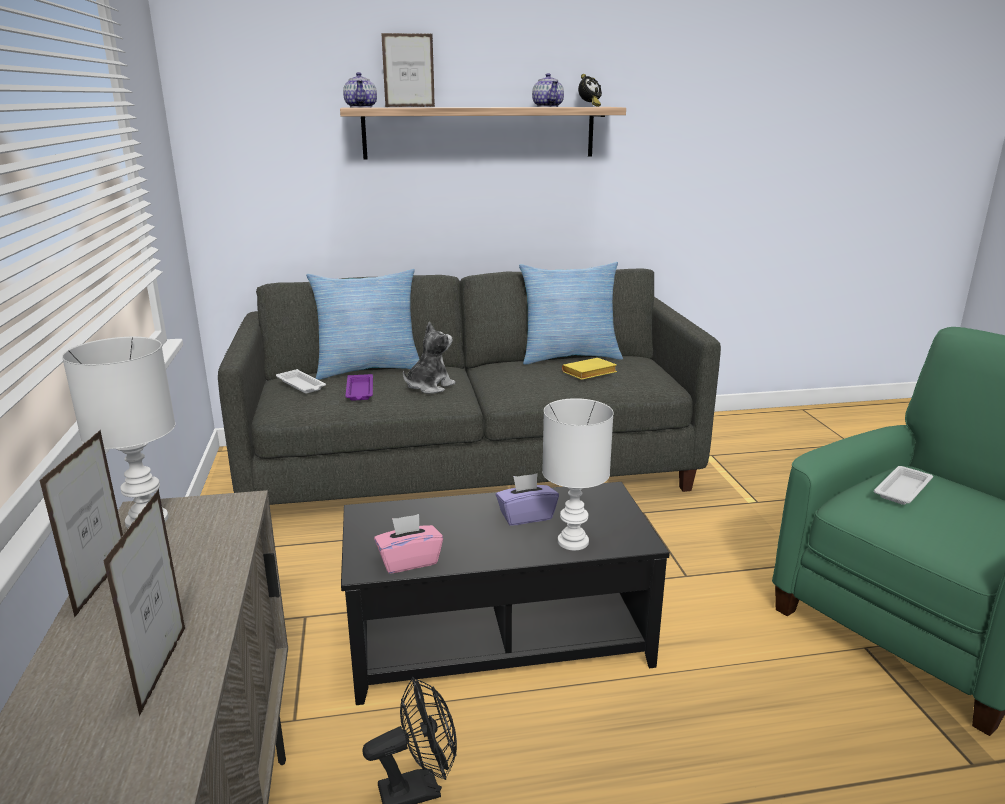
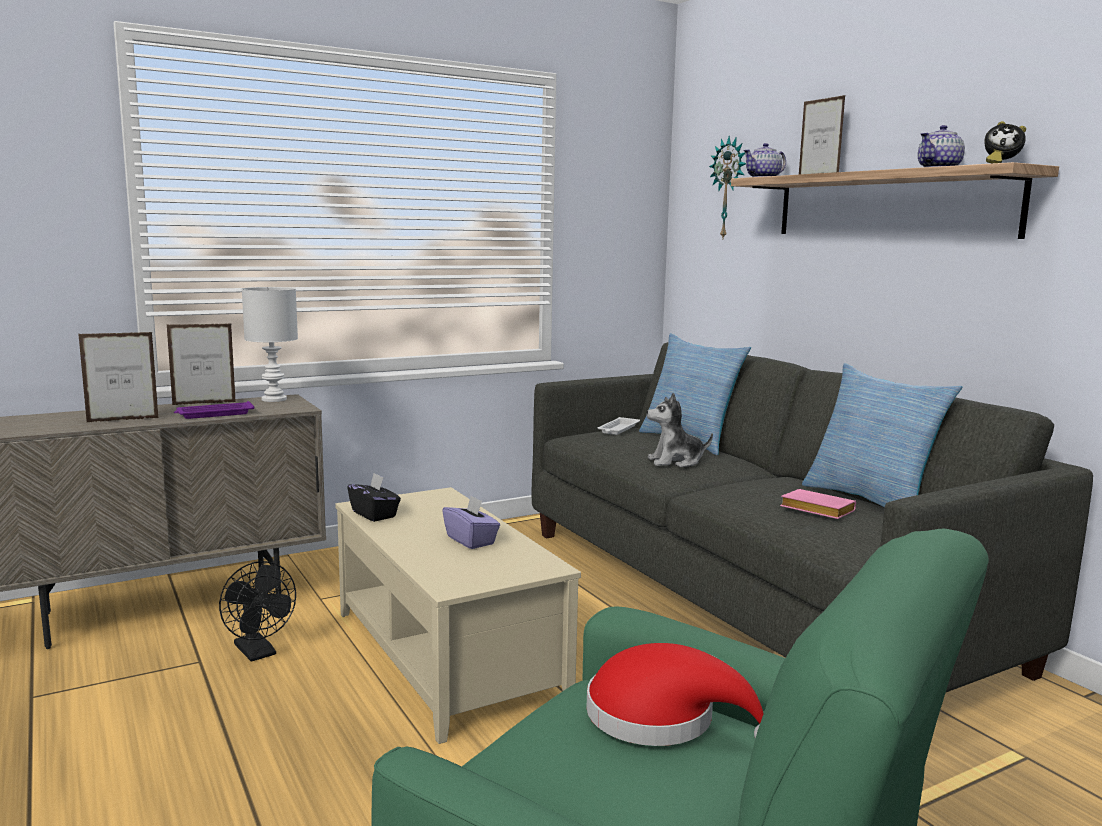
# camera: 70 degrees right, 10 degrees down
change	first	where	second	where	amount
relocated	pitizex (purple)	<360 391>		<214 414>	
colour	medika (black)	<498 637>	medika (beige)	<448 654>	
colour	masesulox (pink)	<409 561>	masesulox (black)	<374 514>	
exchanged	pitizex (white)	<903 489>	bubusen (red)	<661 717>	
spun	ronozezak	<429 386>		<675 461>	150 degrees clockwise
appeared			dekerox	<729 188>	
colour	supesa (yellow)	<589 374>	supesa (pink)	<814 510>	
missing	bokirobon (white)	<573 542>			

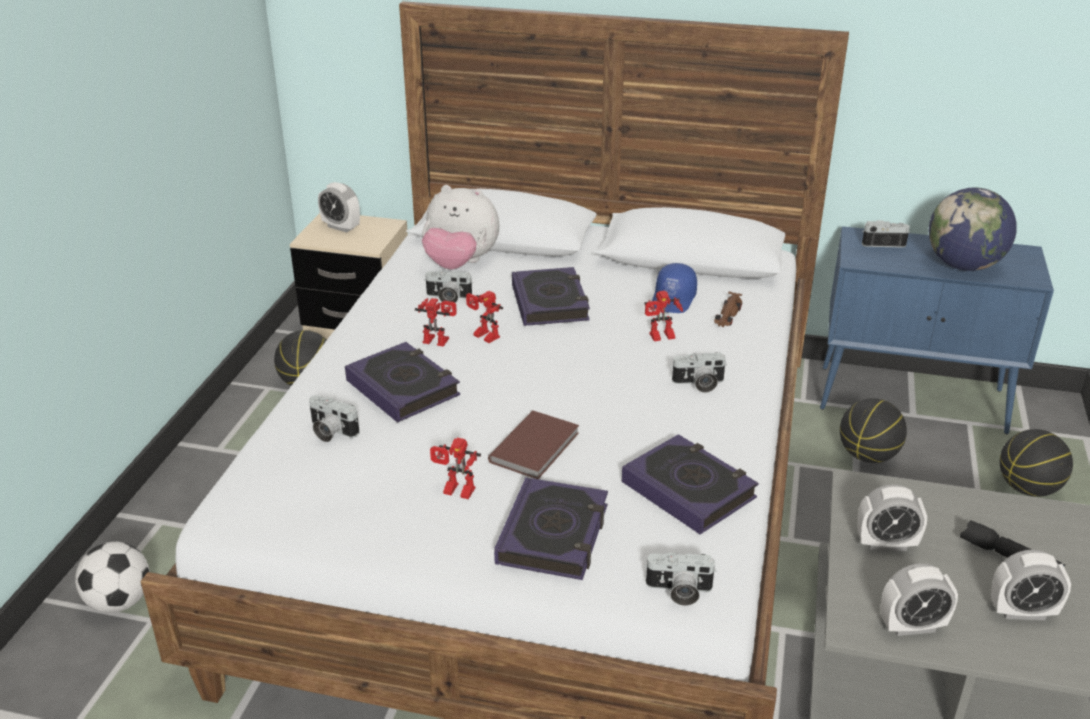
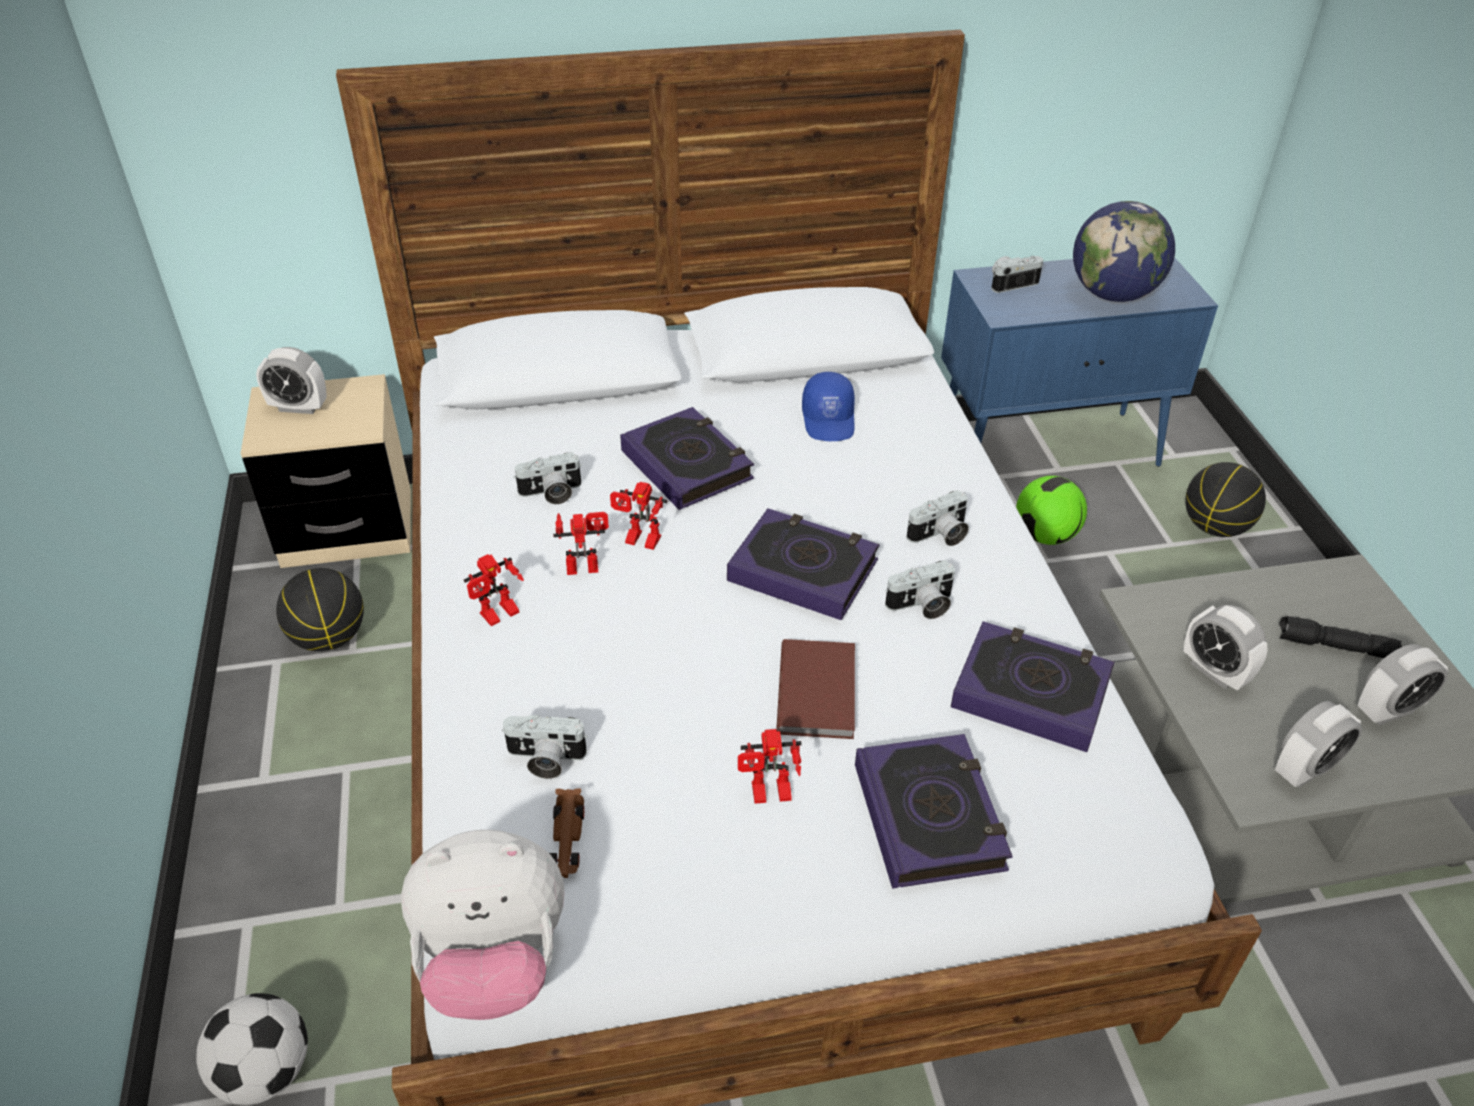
# camera: 25 degrees left, 10 degrees up
change	first	where	second	where	amount
relocated	ronozezak	<460 264>		<494 963>	
relocated	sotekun	<661 338>		<499 617>	
relocated	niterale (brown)	<727 316>		<566 840>	
relocated	supesa	<403 388>		<803 570>	
relocated	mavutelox	<678 591>		<921 606>	
exchanged	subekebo	<868 456>	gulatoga	<1045 535>	
spun	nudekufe	<886 544>		<1214 671>	75 degrees clockwise

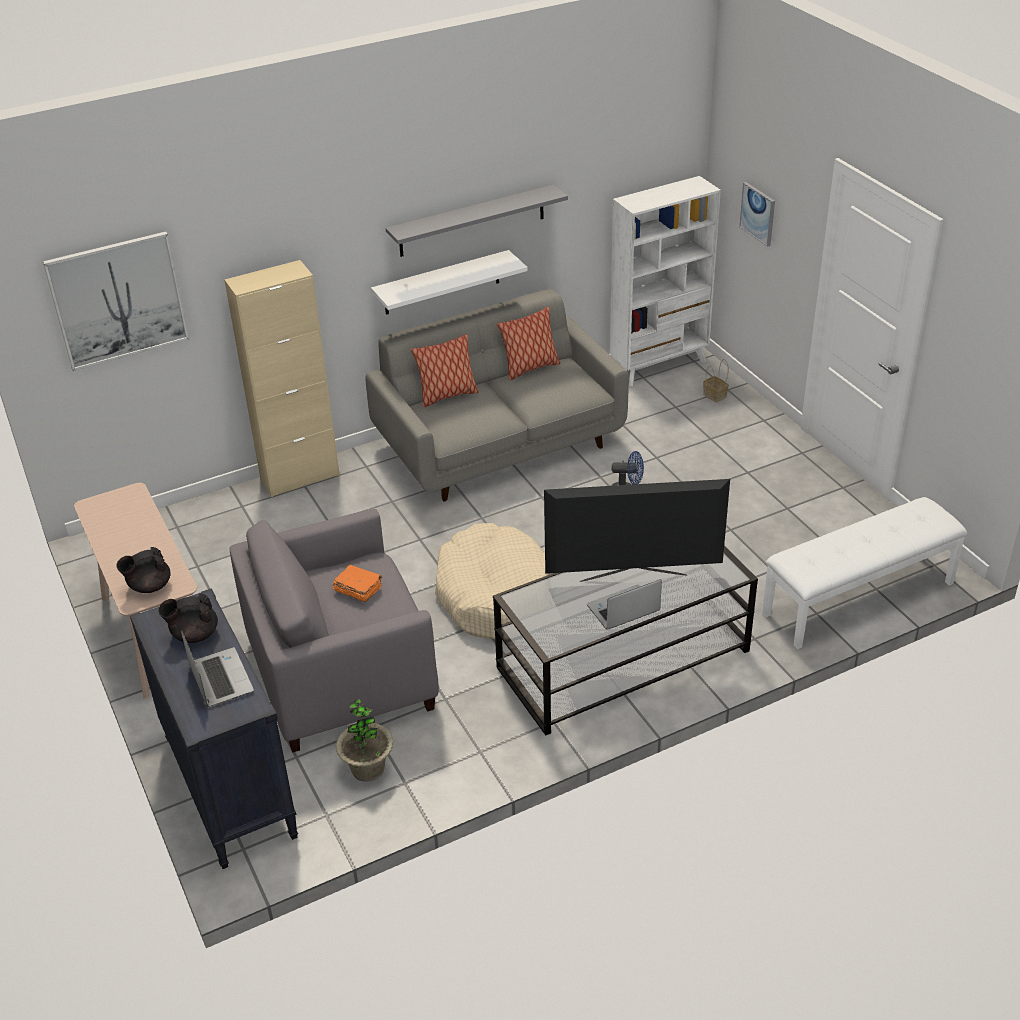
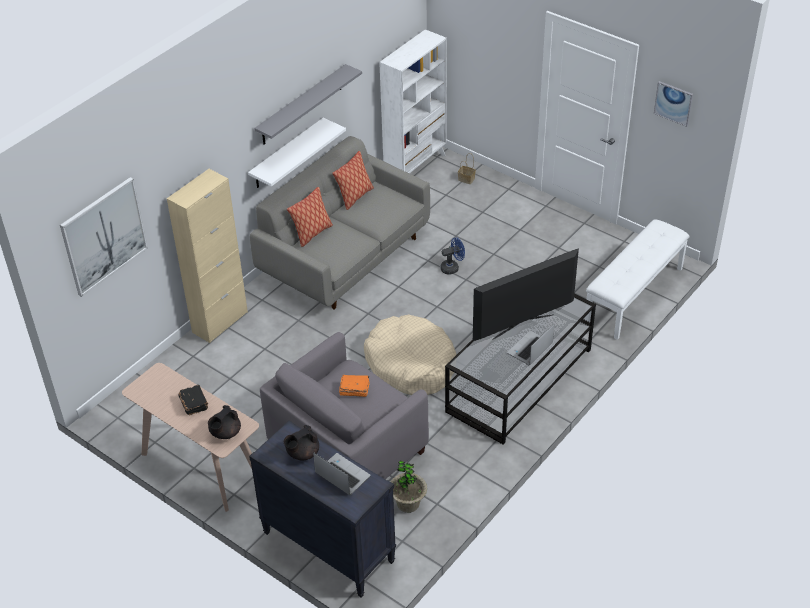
# camera: 25 degrees left, 5 degrees up
change	first	where	second	where	amount
appeared			supesa (black)	<194 403>	
relocated	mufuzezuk	<758 213>		<673 103>	

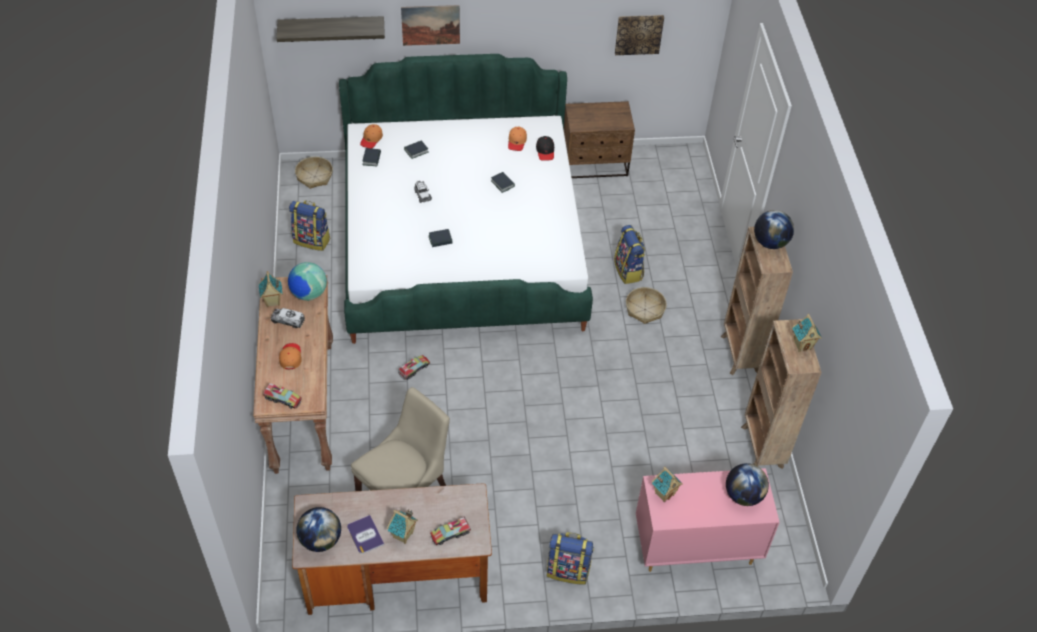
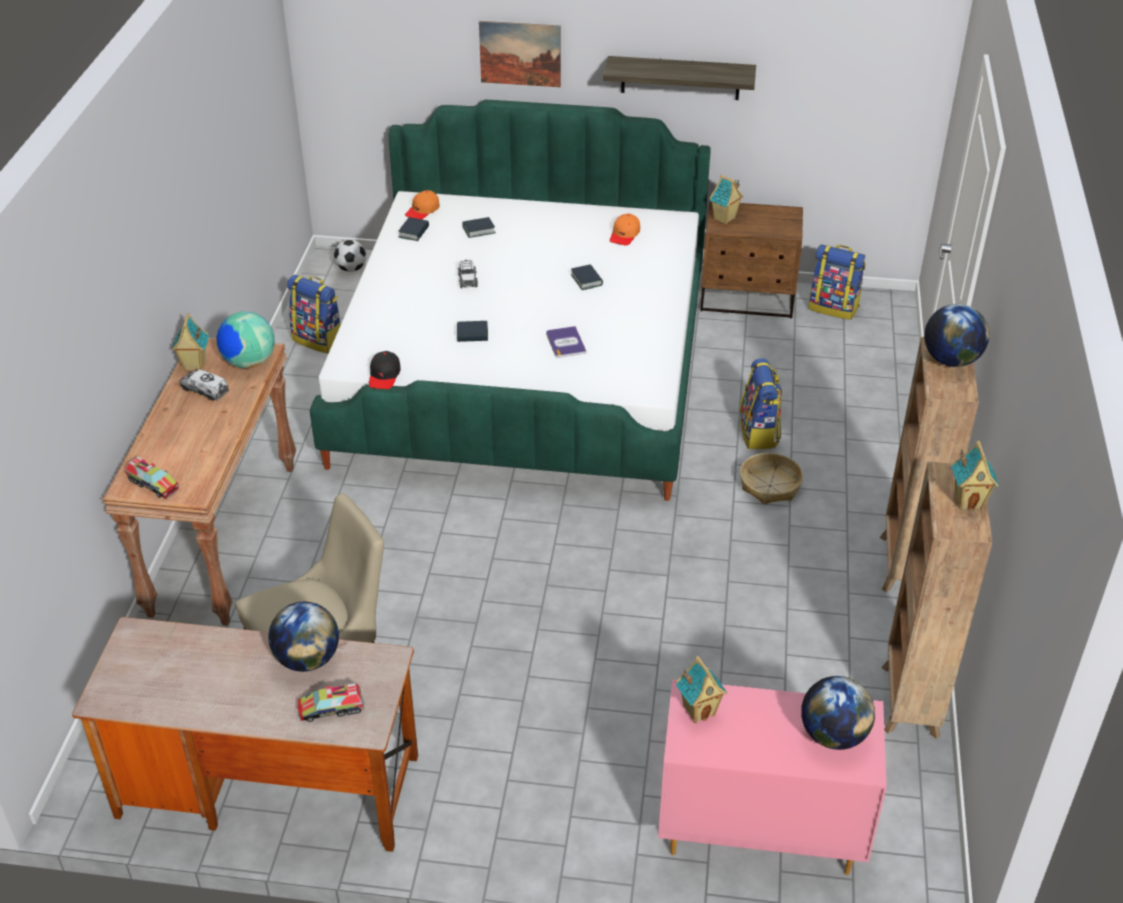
# camera: 15 degrees right, 10 degrees down
change	first	where	second	where	amount
relocated	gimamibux	<321 540>		<307 659>	
exchanged	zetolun	<314 176>	gulatoga	<351 269>	
relocated	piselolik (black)	<545 151>		<384 375>	
relocated	supesa	<365 535>		<565 343>	
relocated	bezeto	<332 29>		<680 78>	
relocated	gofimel	<403 536>		<724 219>	
relocated	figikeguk	<568 570>		<834 307>	
missing	piselolik (orange)	<290 357>			
missing	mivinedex	<414 369>			
missing	mufuzezuk	<638 34>			

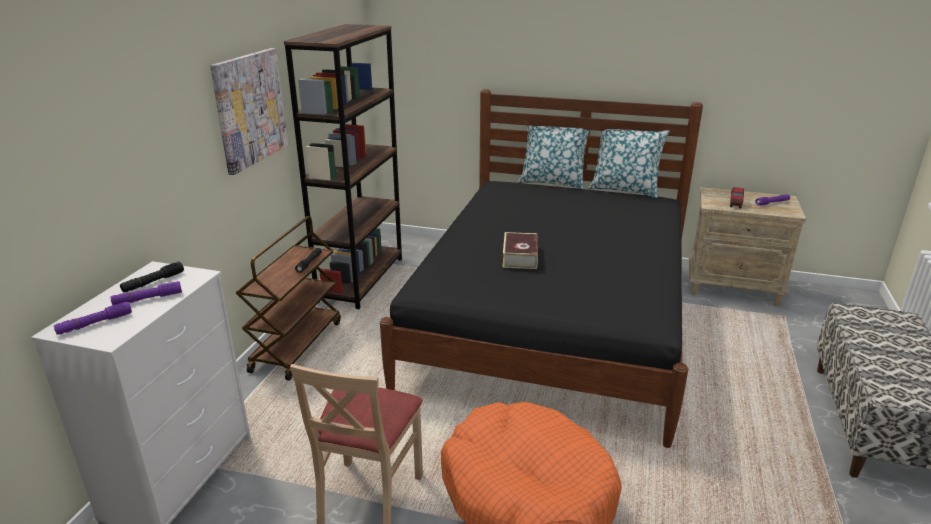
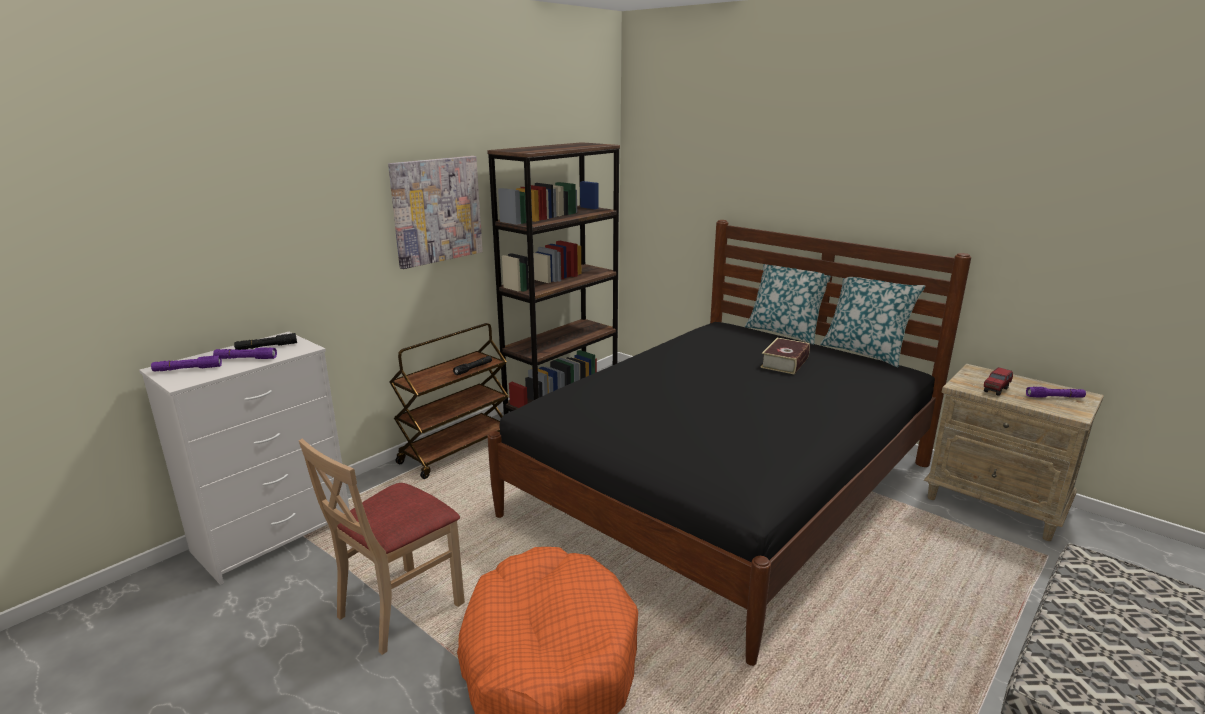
# camera: 25 degrees right, 5 degrees down
change	first	where	second	where	amount
relocated	supesa	<520 257>		<785 362>	

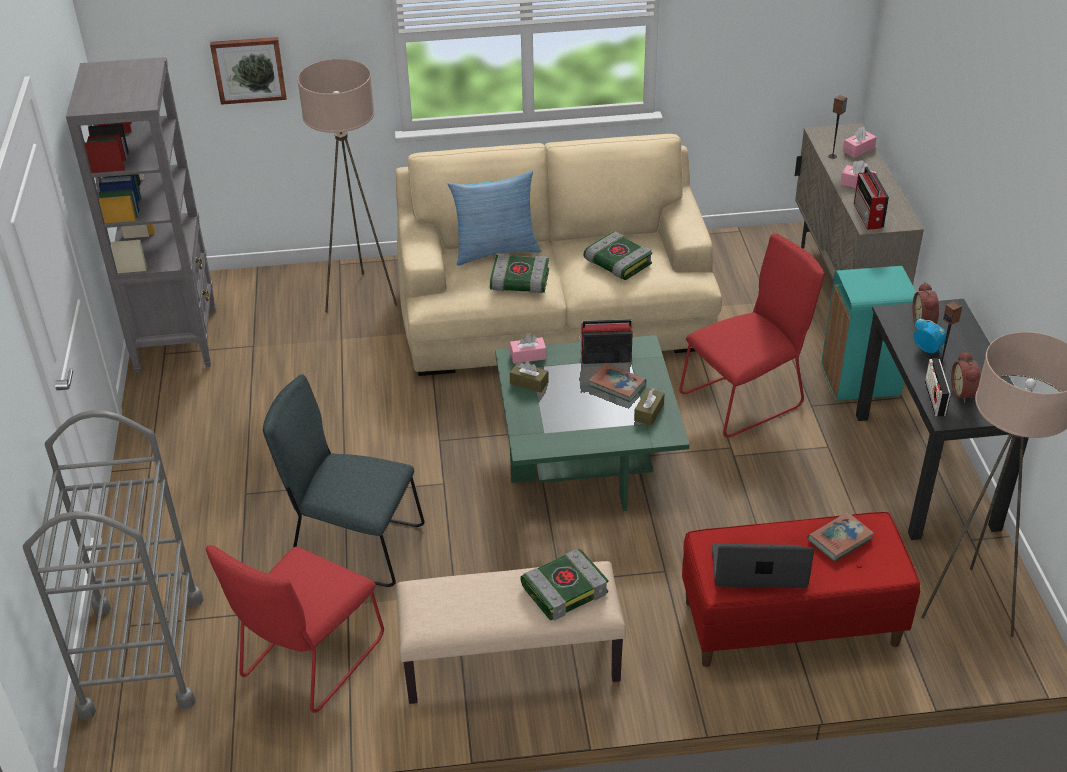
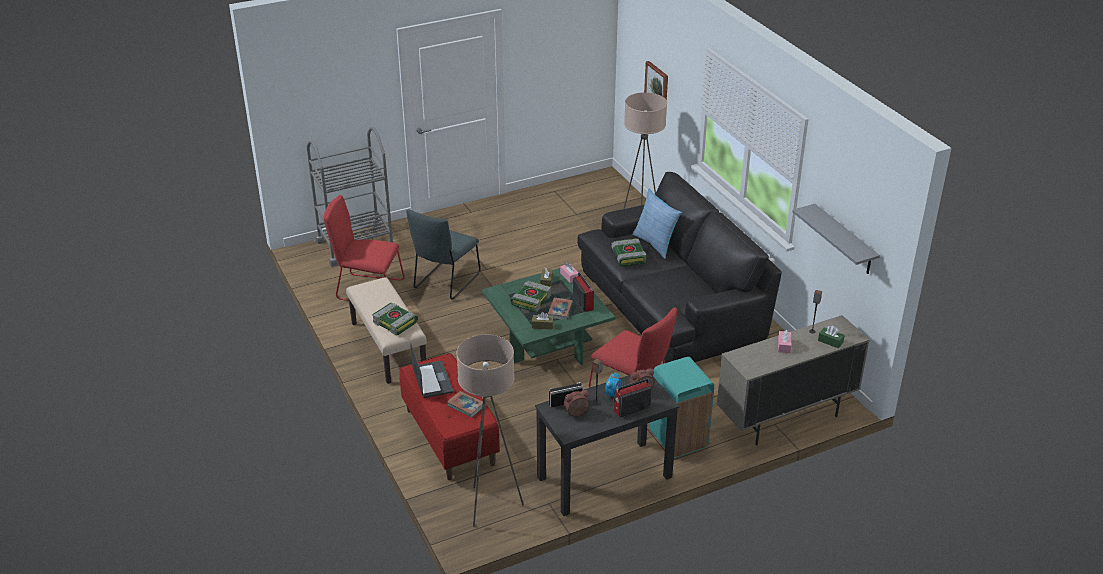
# camera: 70 degrees right, 5 degrees down
change	first	where	second	where	amount
spun	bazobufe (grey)	<353 545>		<445 282>	150 degrees counterclockwise
relocated	supesa	<616 263>		<531 299>	
colour	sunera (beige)	<554 310>	sunera (black)	<672 304>	
relocated	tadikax	<868 216>		<631 409>	
appeared			bezeto (grey)	<844 240>	
colour	masesulox (pink)	<858 149>	masesulox (green)	<830 341>	
missing	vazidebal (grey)	<177 340>			

